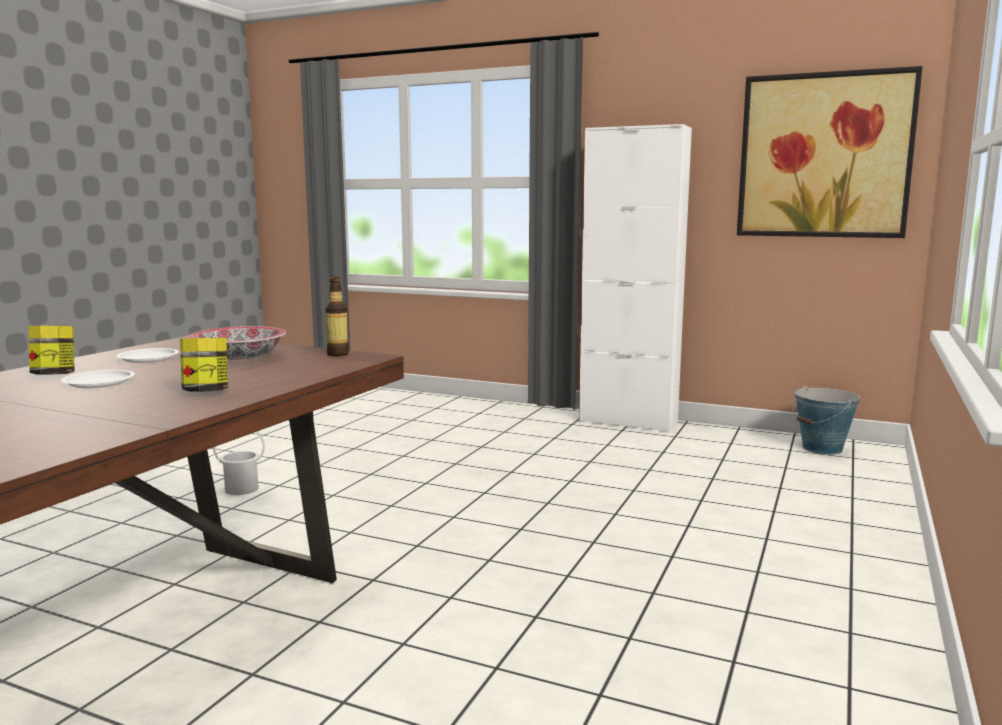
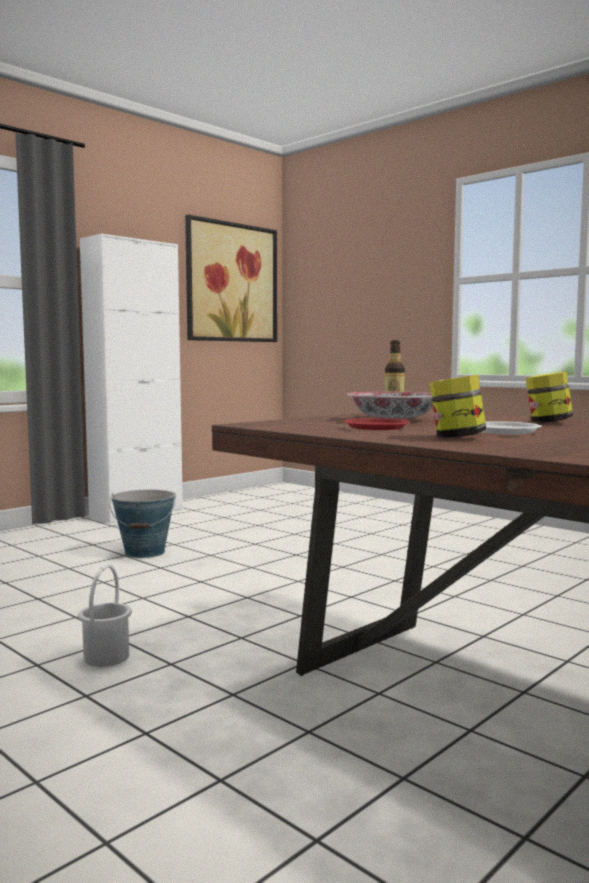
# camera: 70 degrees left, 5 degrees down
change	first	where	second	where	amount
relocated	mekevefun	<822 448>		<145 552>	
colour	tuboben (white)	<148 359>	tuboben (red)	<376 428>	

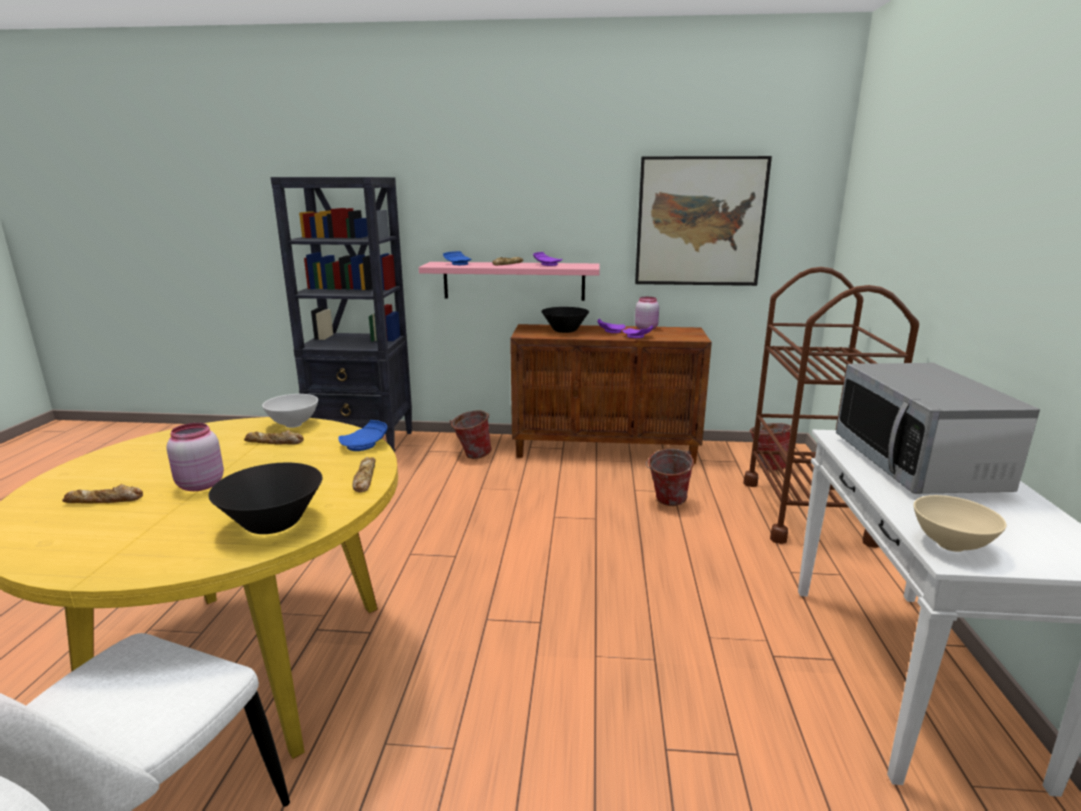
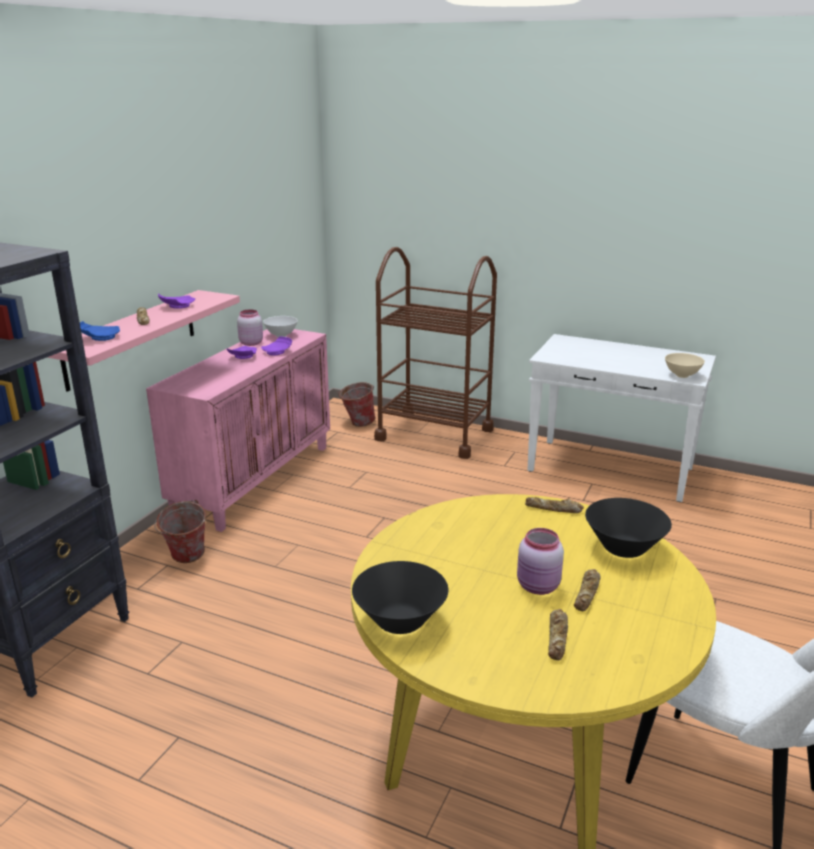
# camera: 70 degrees left, 5 degrees up
change	first	where	second	where	amount
colour	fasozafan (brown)	<606 449>	fasozafan (pink)	<254 479>	
relocated	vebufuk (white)	<293 424>		<281 336>	
relocated	vebufuk (black)	<564 330>		<400 621>	
relocated	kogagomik	<274 442>		<587 593>	
missing	tuboben (blue)	<365 445>			
missing	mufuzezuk	<699 222>			
missing	mekevefun	<666 502>			
missing	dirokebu	<917 465>			

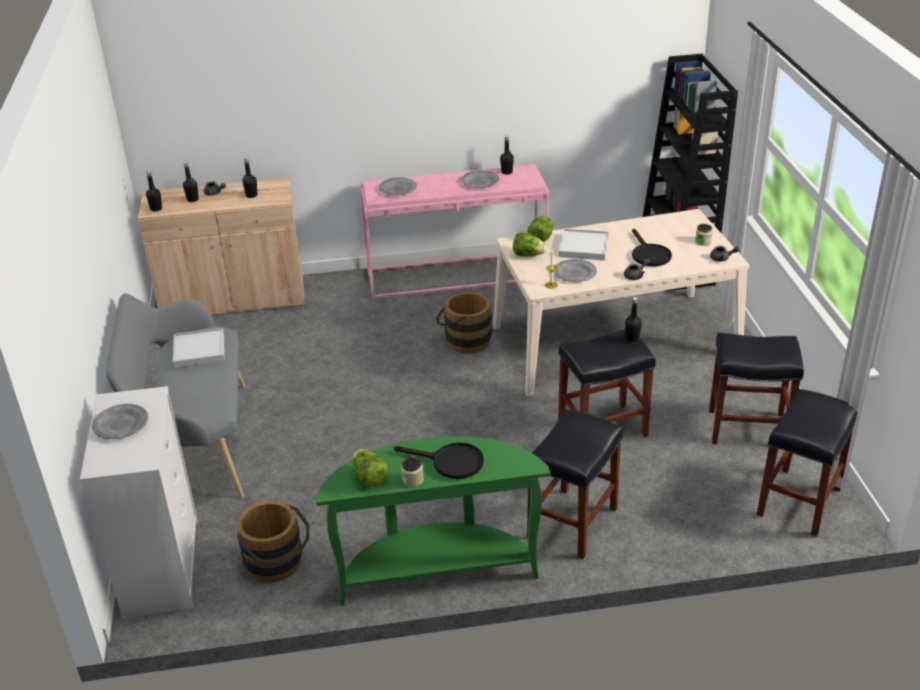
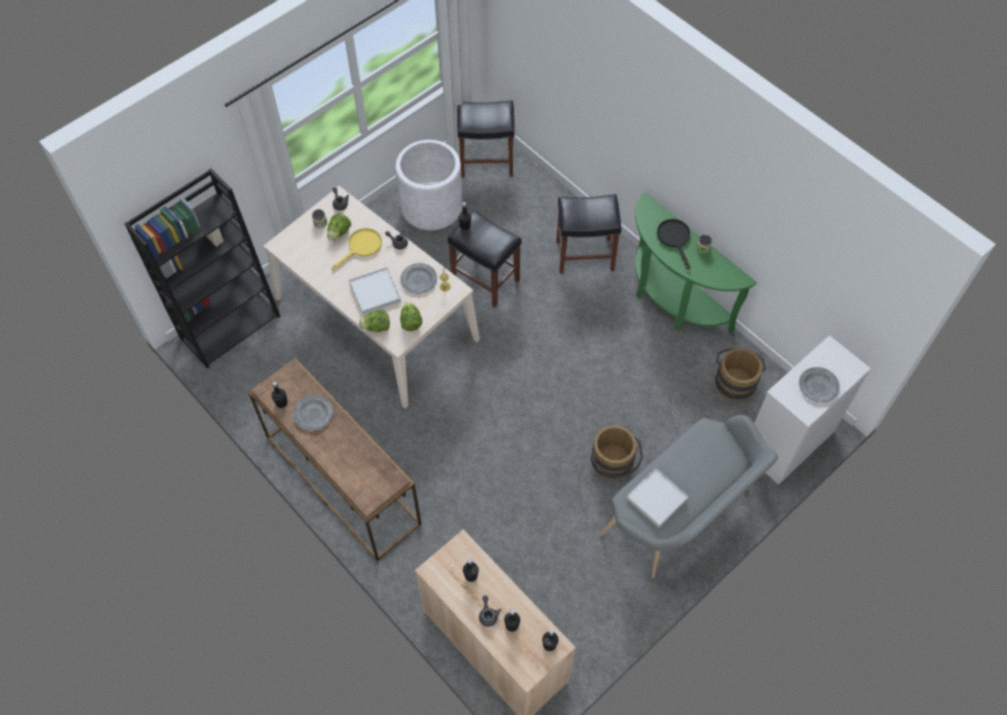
# camera: 125 degrees left, 25 degrees up
change	first	where	second	where	amount
colour	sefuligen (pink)	<457 275>	sefuligen (brown)	<341 480>	
relocated	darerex	<369 478>		<339 233>	
colour	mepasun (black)	<648 255>	mepasun (yellow)	<361 247>	
exchanged	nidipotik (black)	<749 428>	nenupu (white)	<431 206>	
relocated	mekevefun (brown)	<464 341>		<613 465>	
missing	tuboben (grey)	<397 189>			

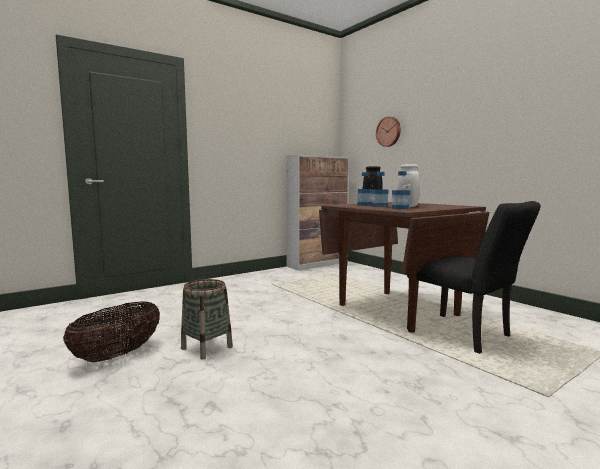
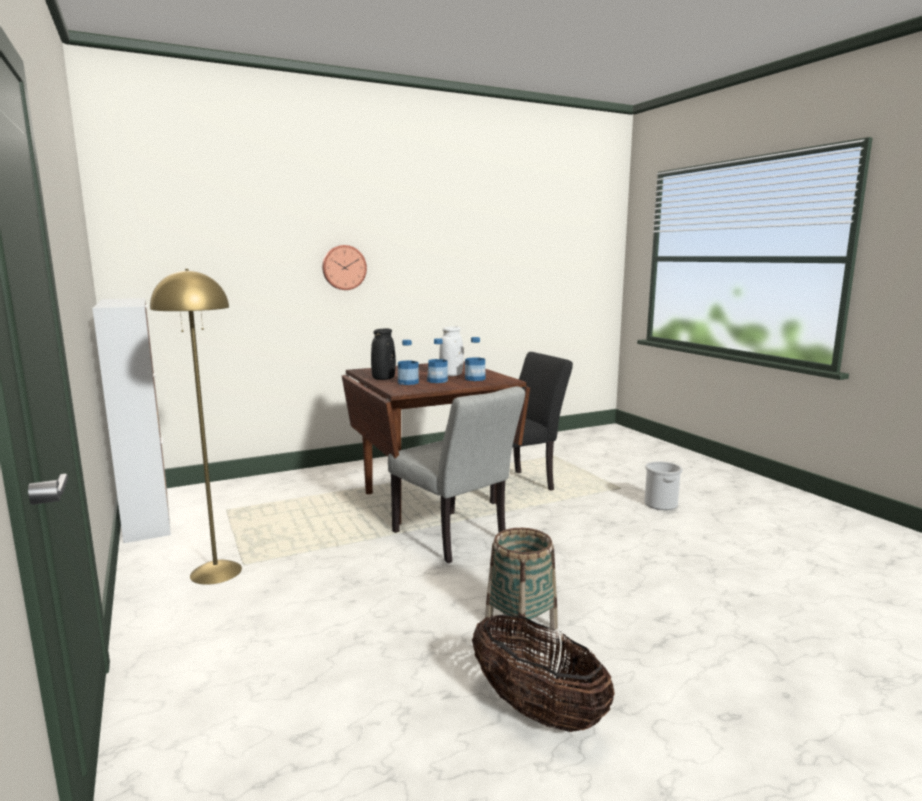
# camera: 80 degrees left, 5 degrees up
change	first	where	second	where	amount
appeared			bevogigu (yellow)	<216 572>	
relocated	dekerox	<389 131>		<344 267>	
appeared			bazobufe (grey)	<455 539>	
appeared			mekevefun	<661 504>	

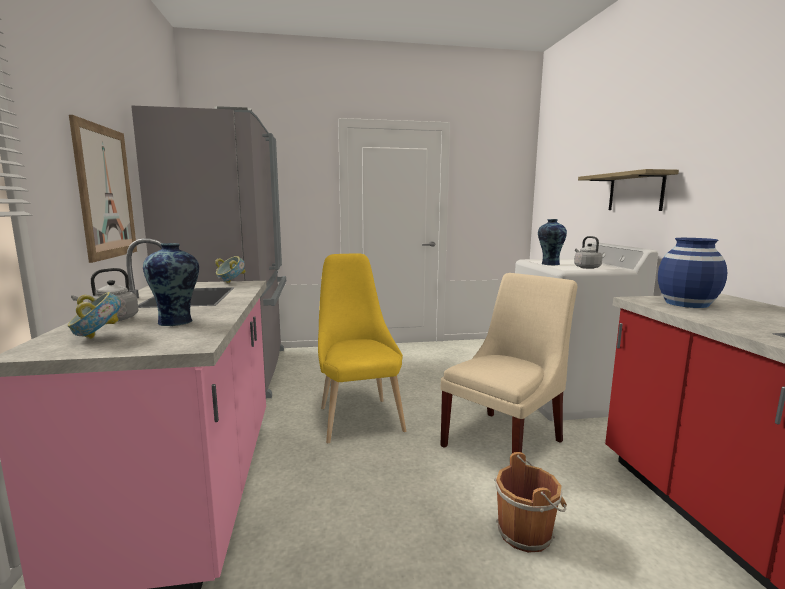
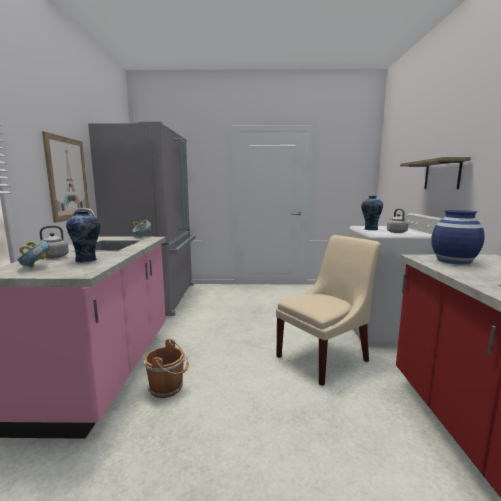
# camera: 10 degrees right, 0 degrees up
change	first	where	second	where	amount
relocated	mekevefun (brown)	<527 532>		<168 387>	
missing	bazobufe (yellow)	<358 416>			

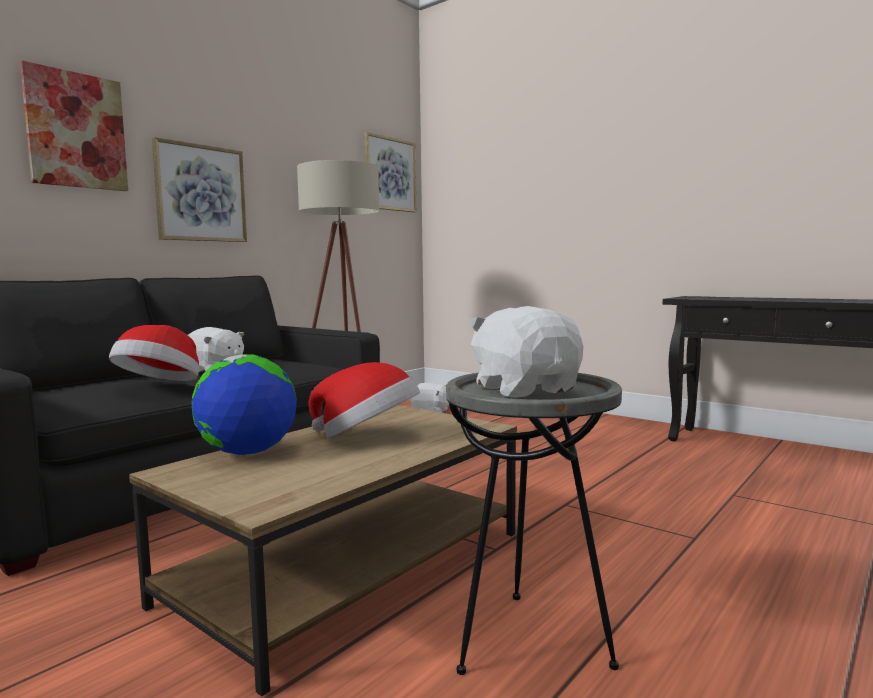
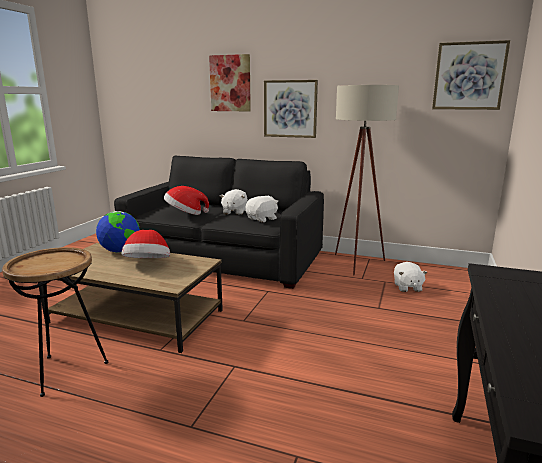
# camera: 70 degrees right, 10 degrees up
change	first	where	second	where	amount
colour	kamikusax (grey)	<529 642>	kamikusax (brown)	<66 370>	
relocated	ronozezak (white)	<525 389>		<262 219>	

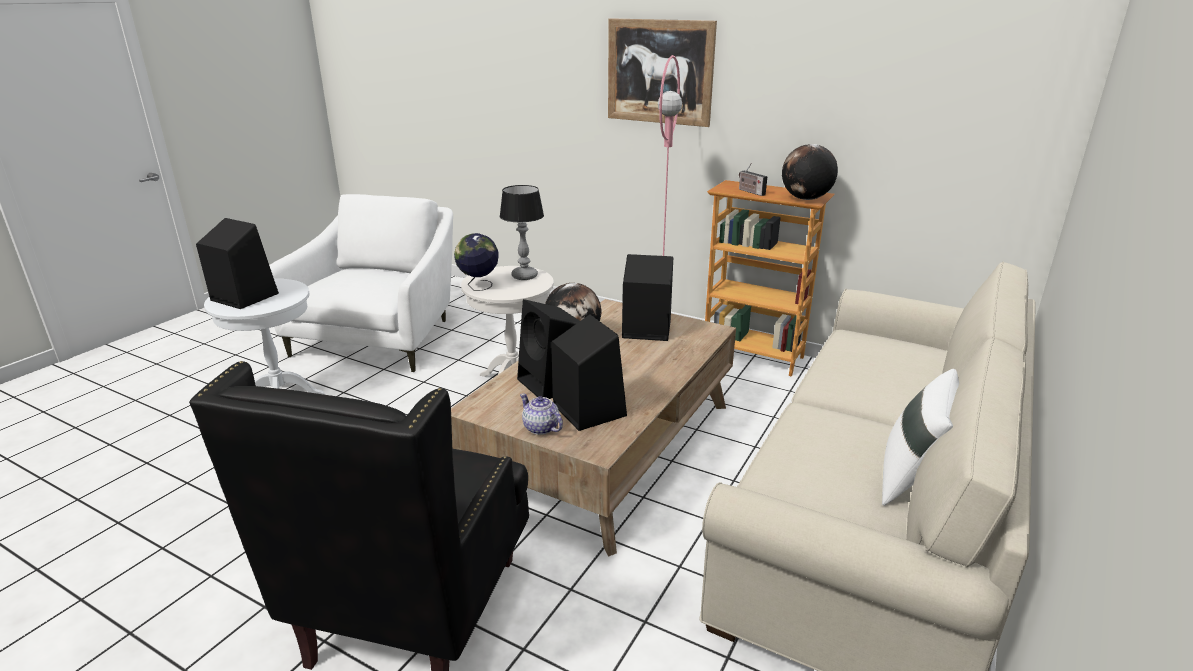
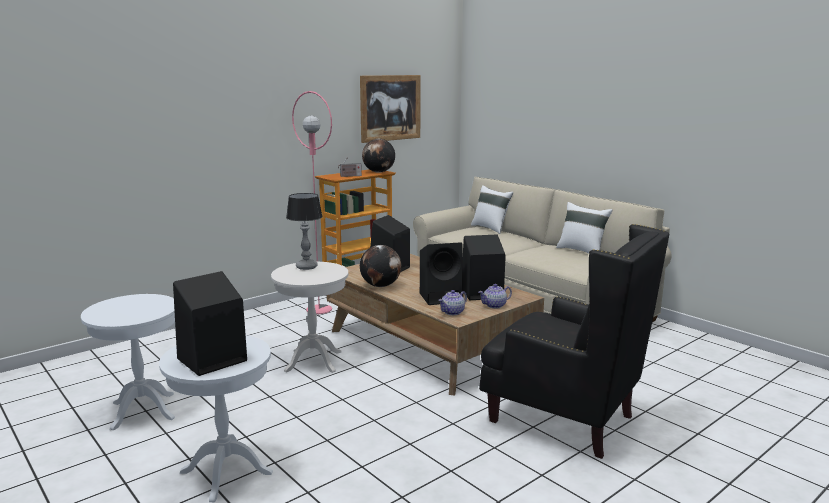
# camera: 70 degrees left, 10 degrees down
change	first	where	second	where	amount
exchanged	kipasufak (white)	<382 337>	kamikusax (white)	<143 410>	
relocated	mufuzezuk	<659 72>		<390 108>	
appeared			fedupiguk	<453 312>	
appeared			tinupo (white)	<491 228>	
missing	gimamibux	<478 287>			

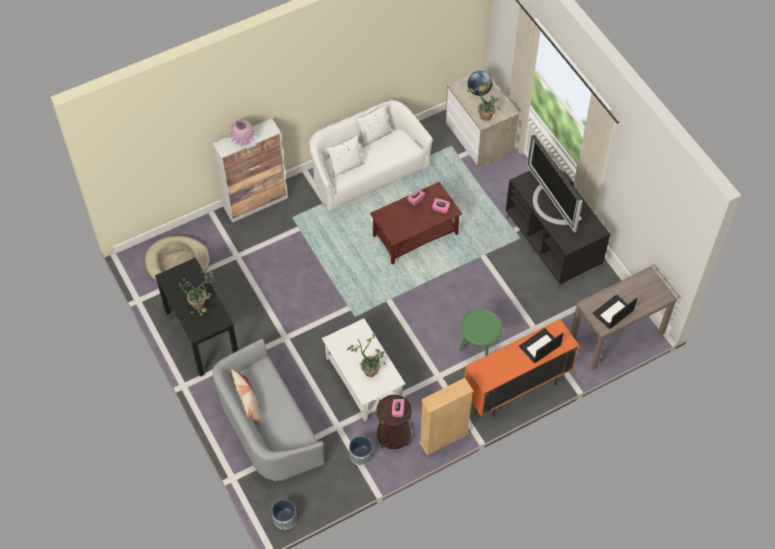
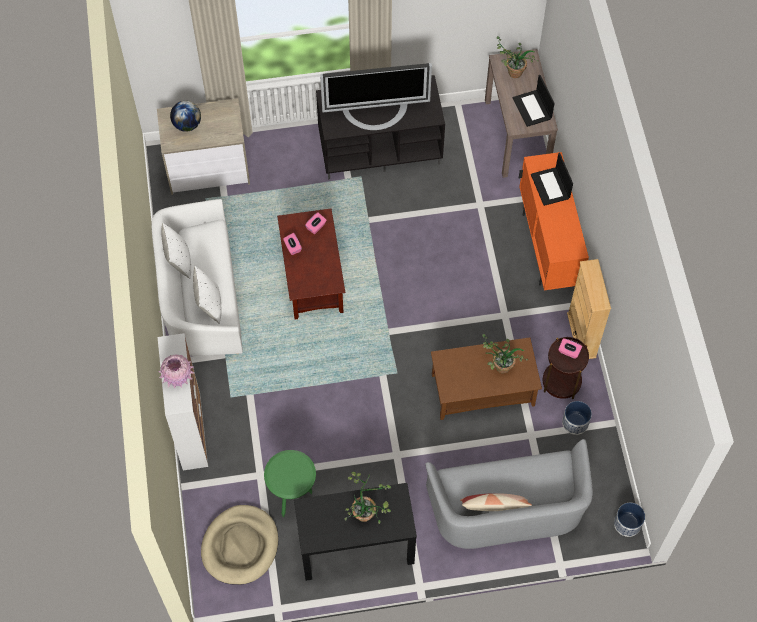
# camera: 70 degrees left, 5 degrees up
change	first	where	second	where	amount
relocated	kamikusax (green)	<478 352>		<293 496>	
colour	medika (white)	<363 379>	medika (brown)	<482 390>	
relocated	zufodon	<485 114>		<511 72>	

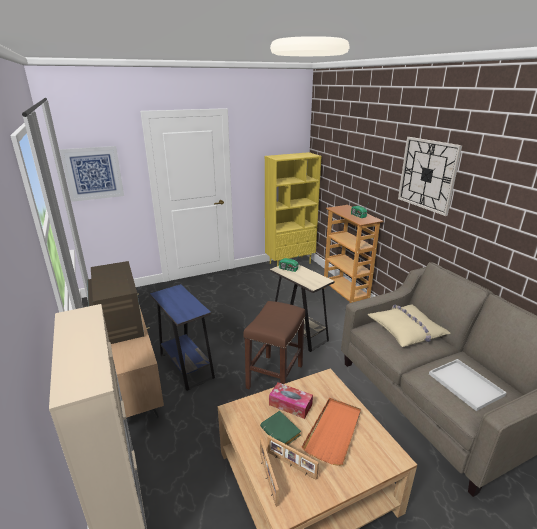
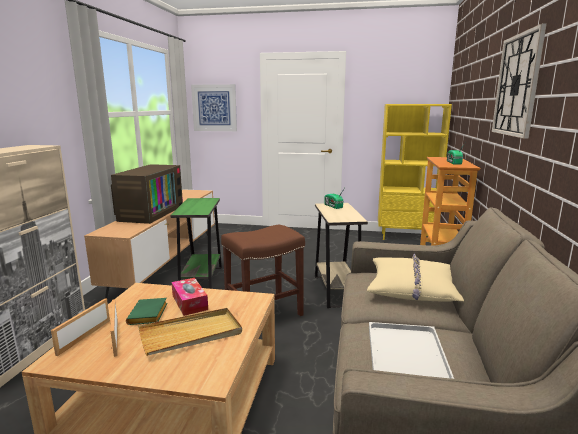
# camera: 35 degrees right, 10 degrees down
change	first	where	second	where	amount
colour	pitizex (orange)	<333 431>	pitizex (beige)	<191 334>	
colour	kamikusax (blue)	<186 366>	kamikusax (green)	<201 280>	

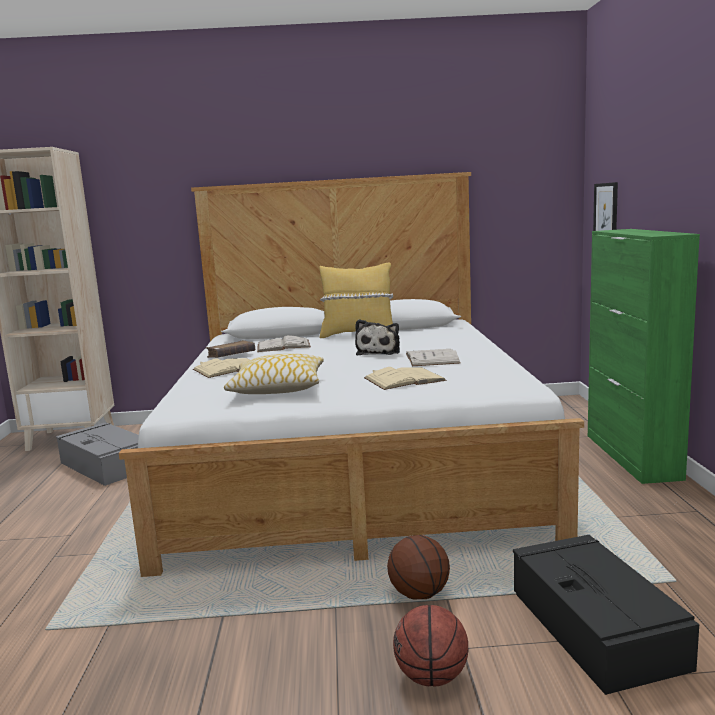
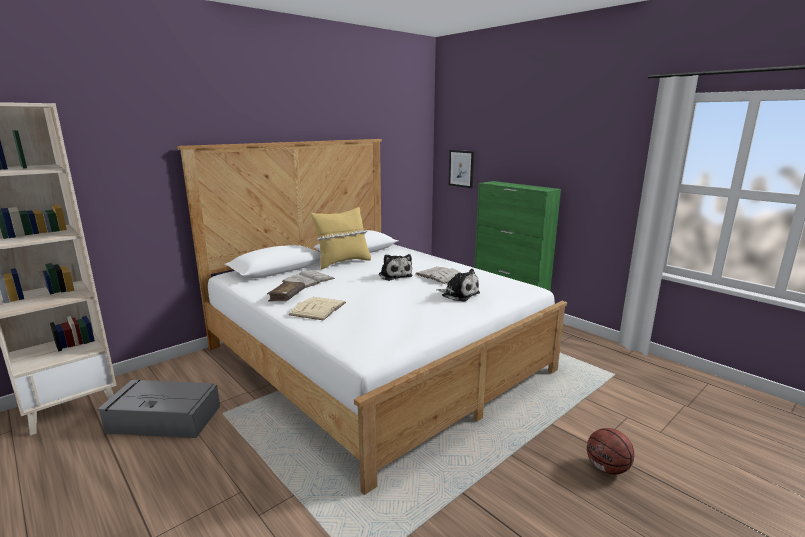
# camera: 40 degrees left, 5 degrees up
change	first	where	second	where	amount
exchanged	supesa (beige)	<404 379>	ronozezak	<458 294>	
missing	tinupo	<277 388>			
missing	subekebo	<420 594>			
missing	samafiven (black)	<594 625>			

